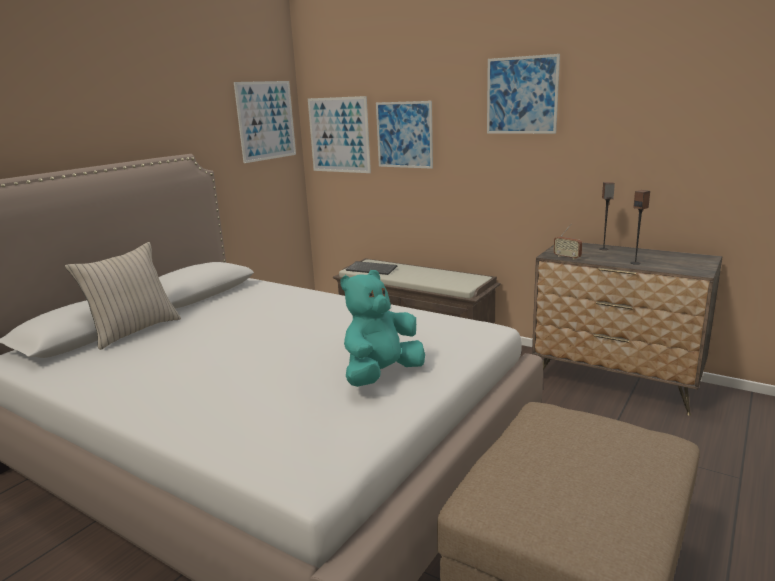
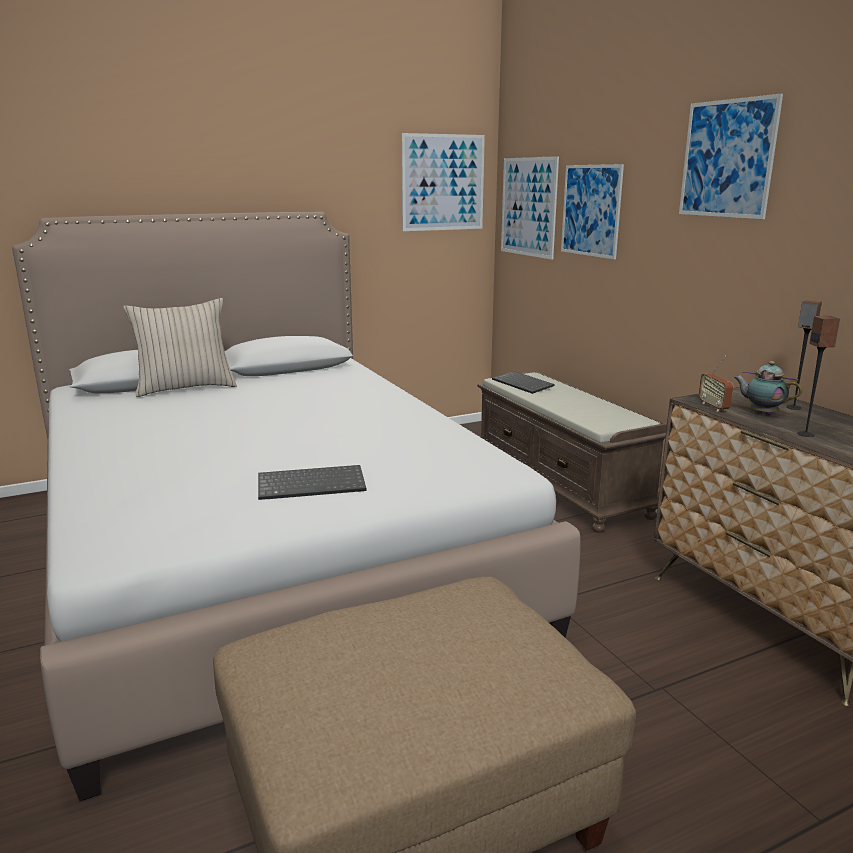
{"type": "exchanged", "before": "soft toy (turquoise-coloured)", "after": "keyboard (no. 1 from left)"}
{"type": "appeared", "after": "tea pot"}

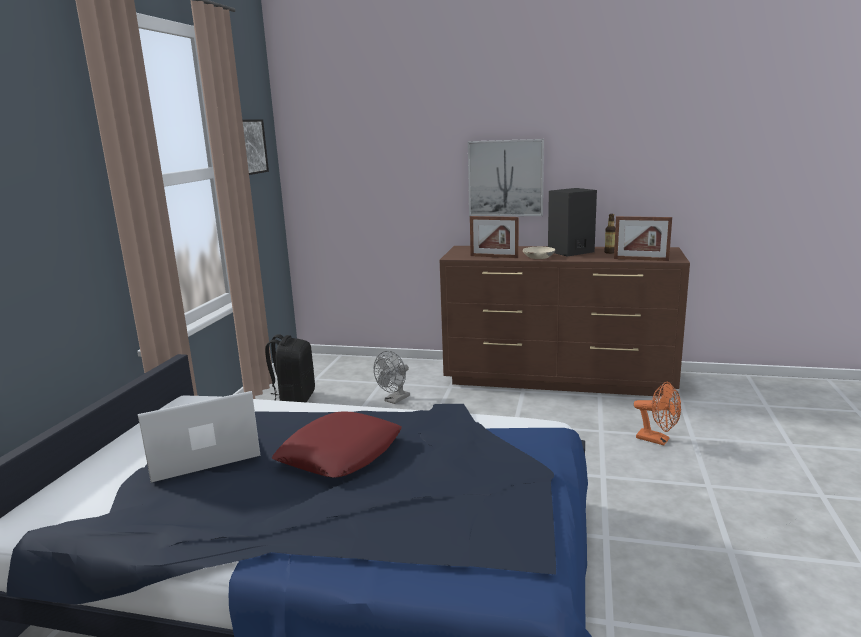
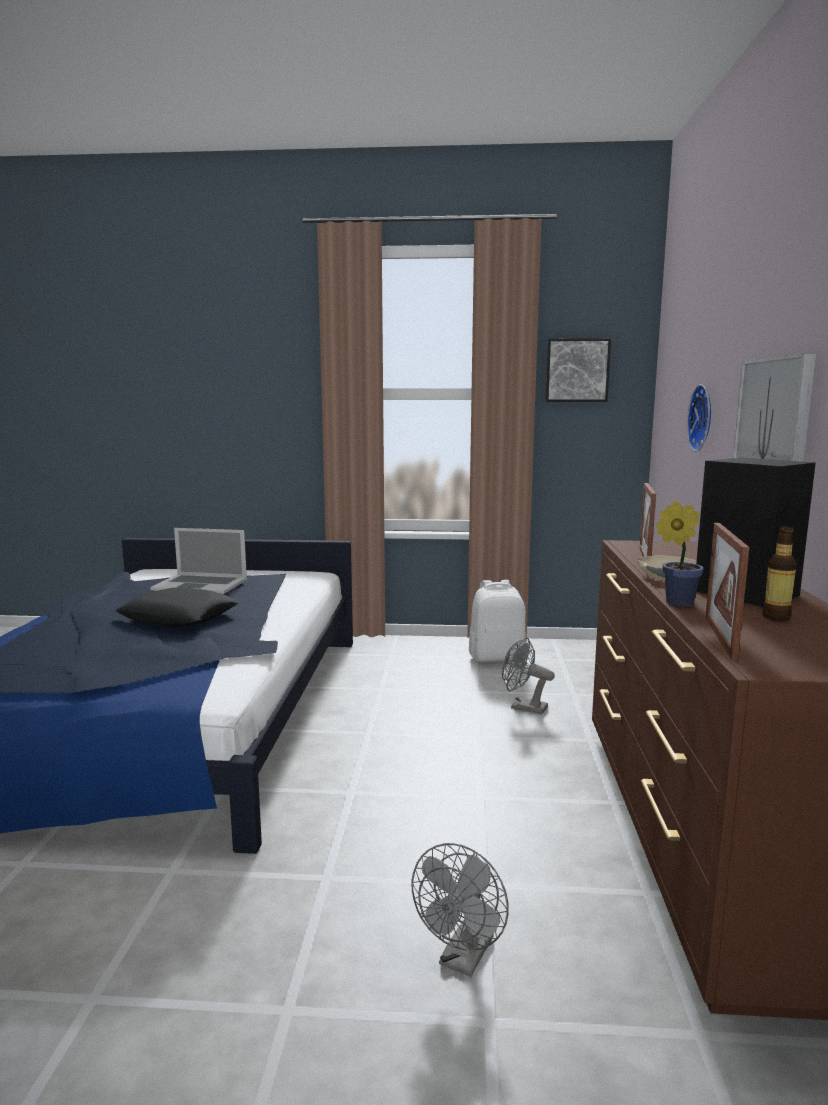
{"type": "colour", "before": "pillow (red)", "after": "pillow (blackish)"}
{"type": "spun", "before": "notebook computer", "turn": 135}
{"type": "colour", "before": "electric fan (orange)", "after": "electric fan (greyish) (no. 1 from left)"}
{"type": "colour", "before": "rucksack (blackish)", "after": "rucksack (white-coloured)"}
{"type": "appeared", "after": "houseplant"}
{"type": "appeared", "after": "hanging clock"}

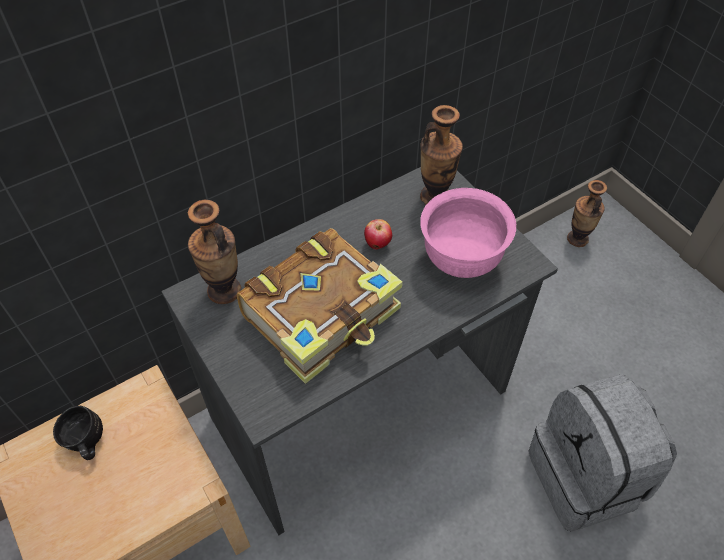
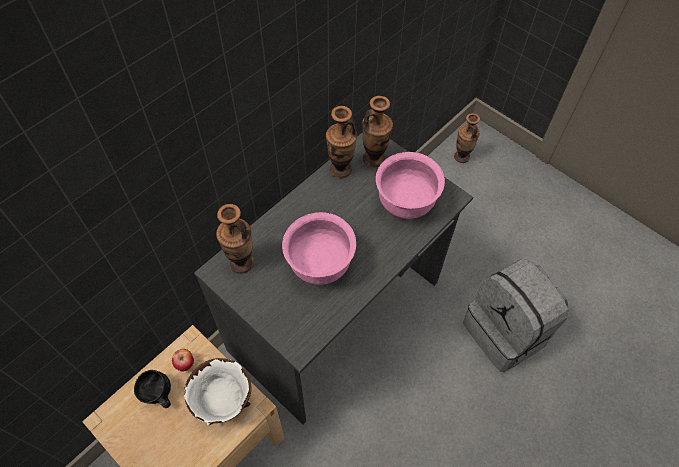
{"type": "relocated", "before": "apple"}
{"type": "appeared", "after": "bowl (white-coloured)"}
{"type": "exchanged", "before": "book", "after": "bowl (pinkish) (no. 1 from left)"}
{"type": "appeared", "after": "vase (no. 2 from left)"}

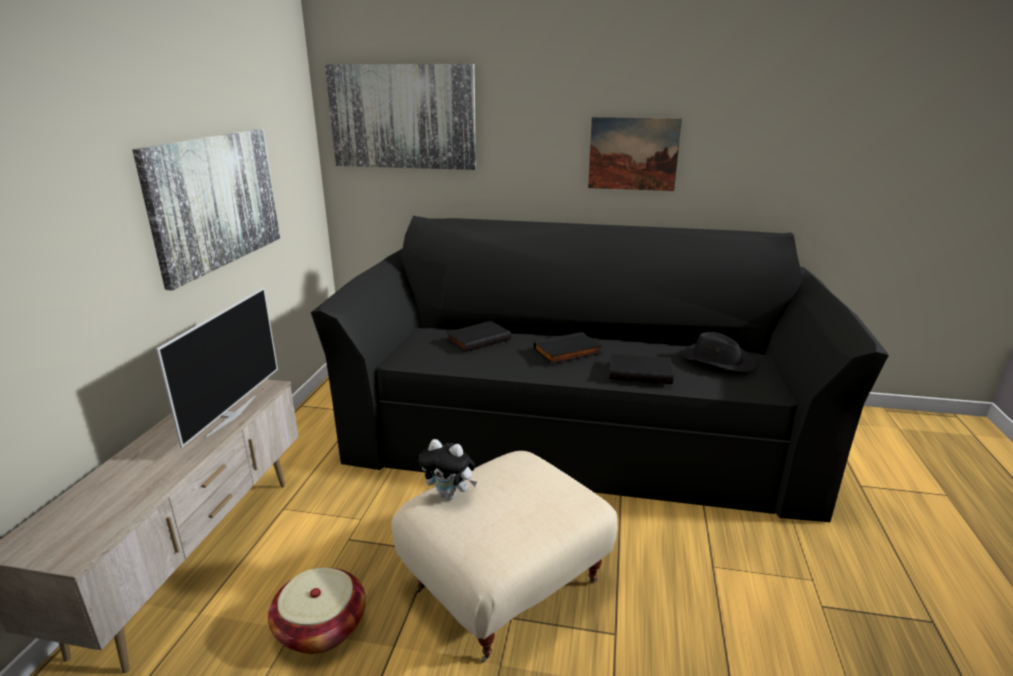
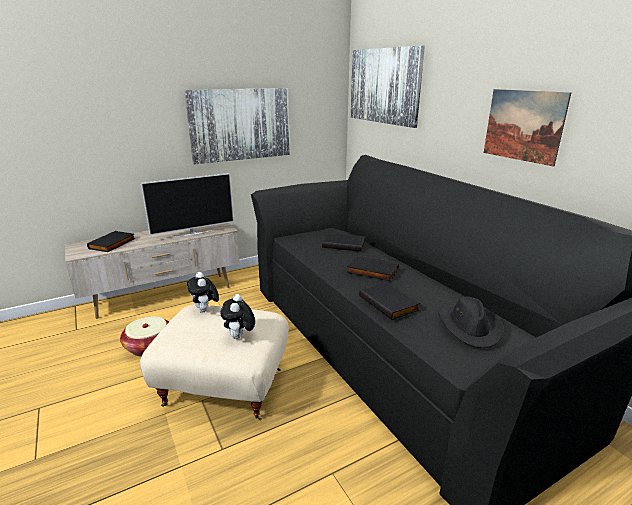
{"type": "appeared", "after": "book (blackish) (no. 1 from left)"}
{"type": "appeared", "after": "soft toy (no. 2 from left)"}

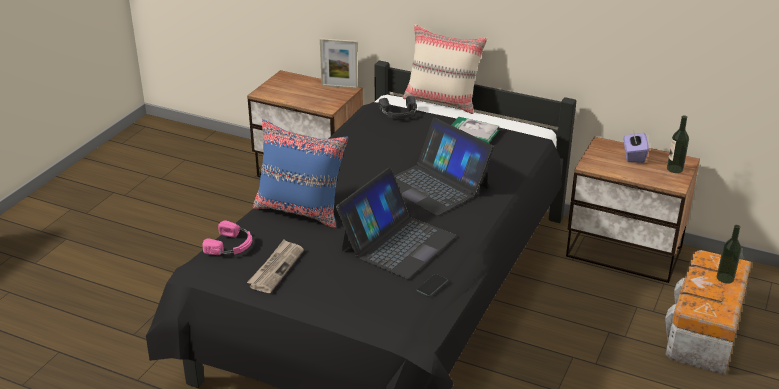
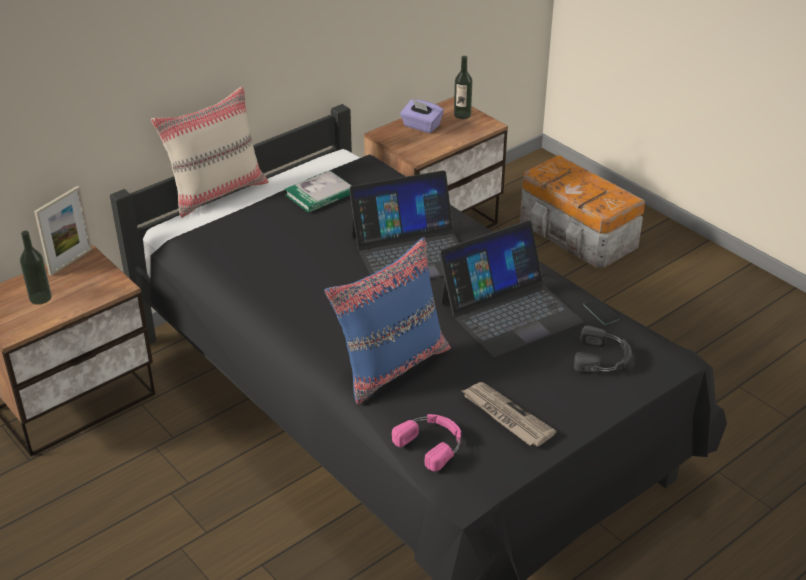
{"type": "relocated", "before": "beverage bottle (no. 2 from left in the first image)", "after": "beverage bottle (no. 1 from left)"}
{"type": "spun", "before": "notebook computer (no. 1 from left in the first image)", "turn": 90}
{"type": "relocated", "before": "pair of headphones (blackish)"}

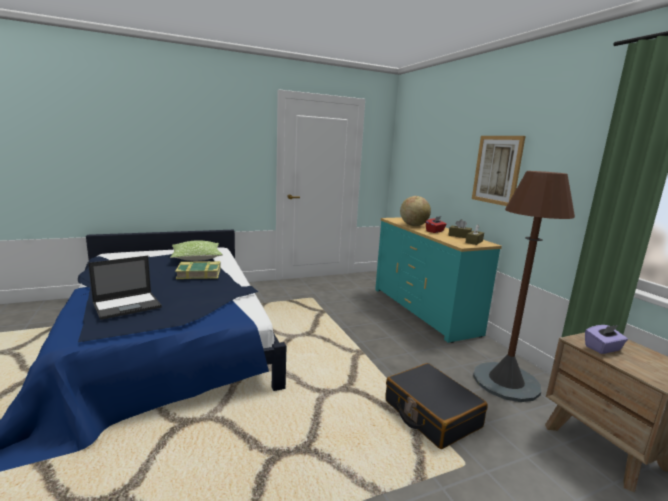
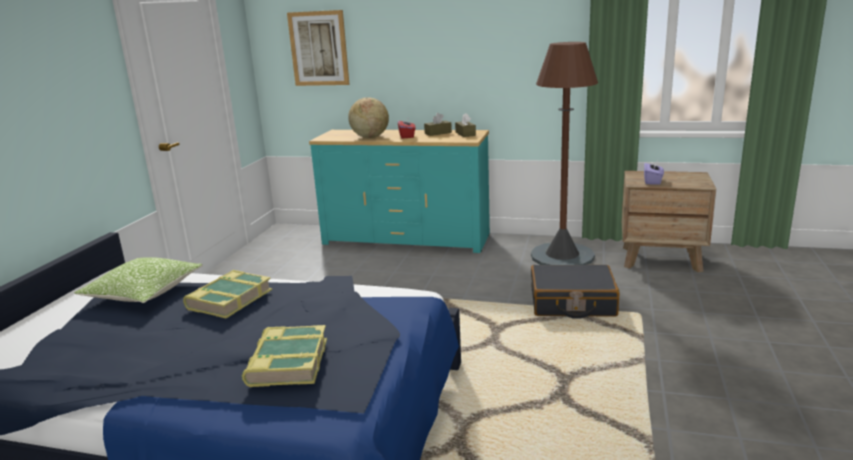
{"type": "exchanged", "before": "notebook computer", "after": "book (no. 2 from left)"}
{"type": "relocated", "before": "wall art"}

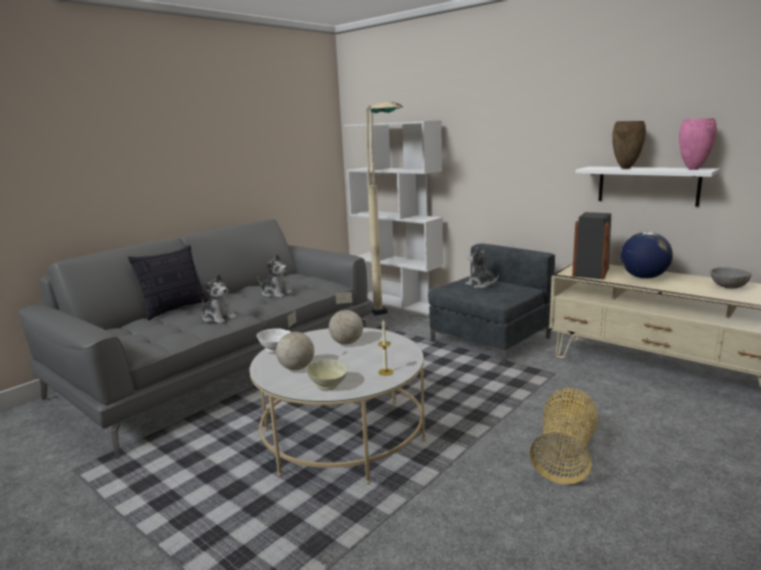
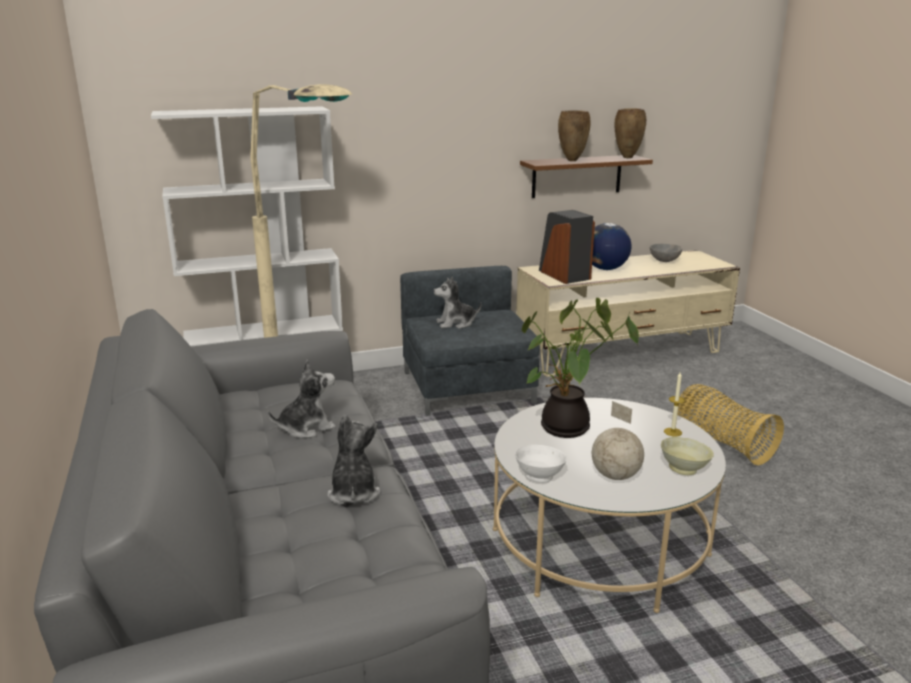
{"type": "spun", "before": "soft toy (no. 1 from left in the first image)", "turn": -75}
{"type": "colour", "before": "bracket shelf (white-coloured)", "after": "bracket shelf (brownish)"}
{"type": "exchanged", "before": "desk globe (no. 2 from left)", "after": "houseplant"}
{"type": "colour", "before": "vase (pinkish)", "after": "vase (brownish) (no. 2 from left)"}
{"type": "missing", "before": "pillow"}

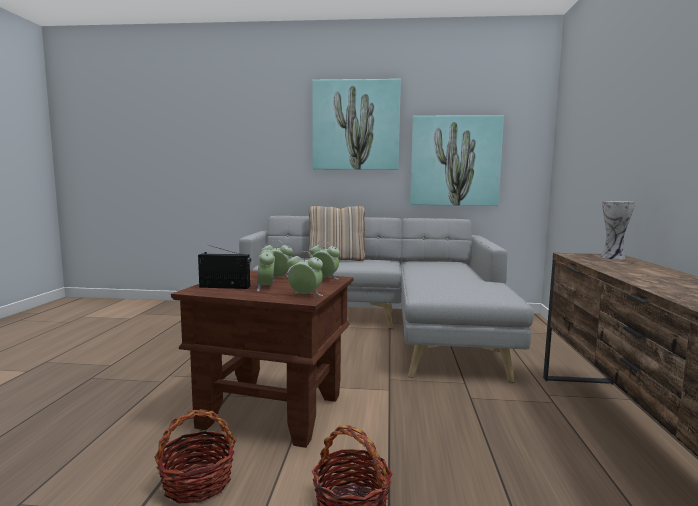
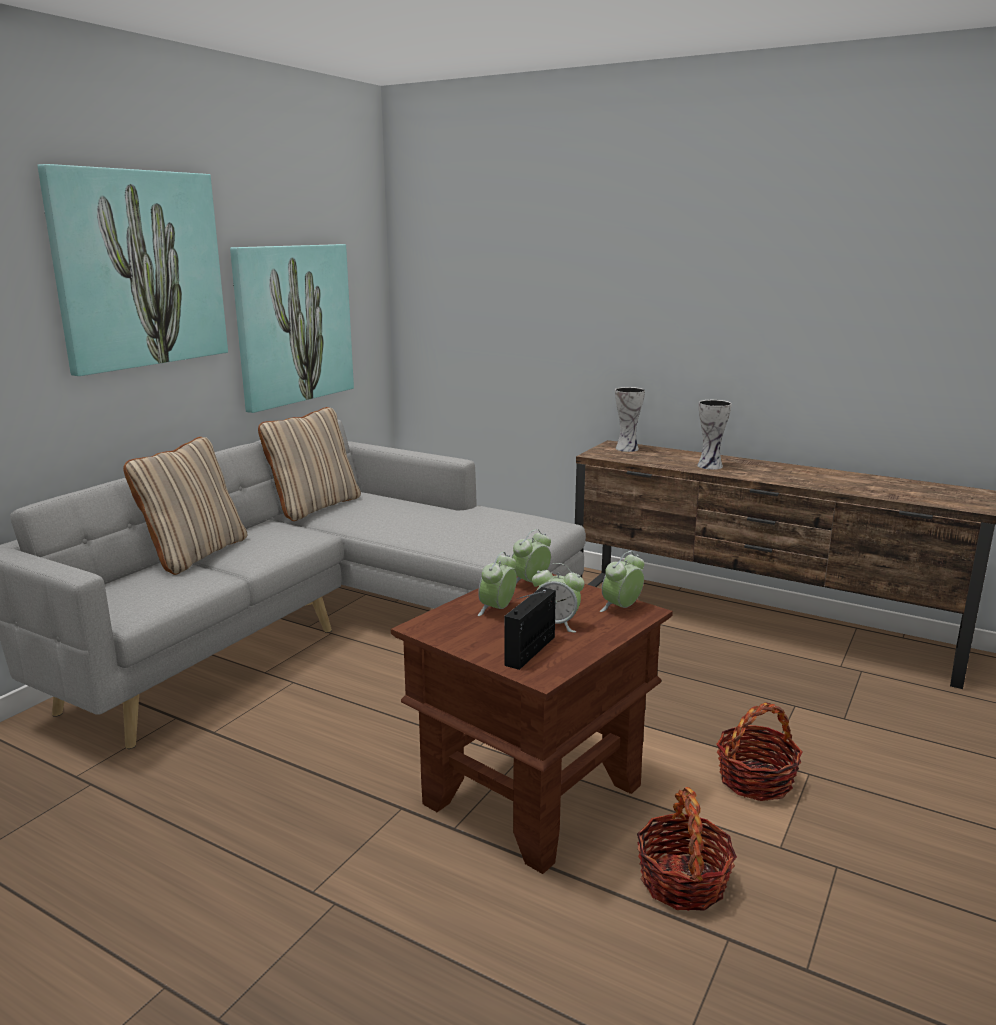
{"type": "appeared", "after": "pillow (beige) (no. 2 from left)"}
{"type": "appeared", "after": "vase (no. 2 from left)"}

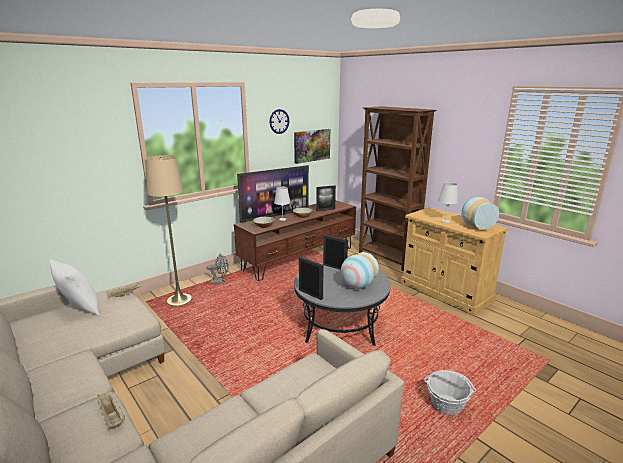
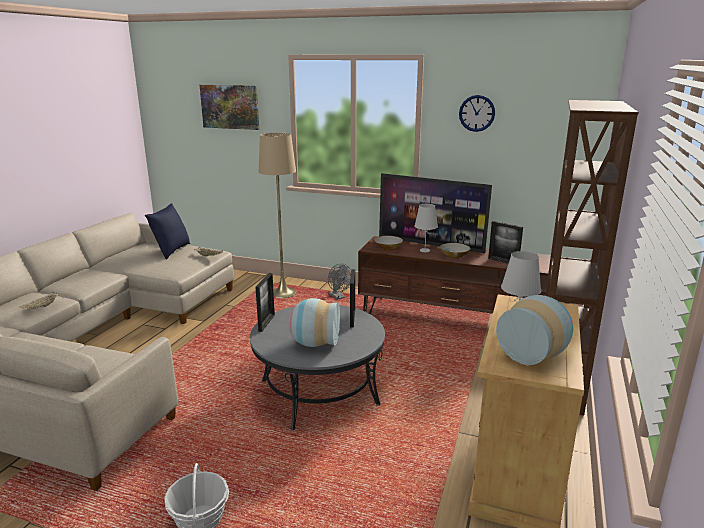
{"type": "colour", "before": "pillow (white-coloured)", "after": "pillow (blue)"}
{"type": "relocated", "before": "wall art"}

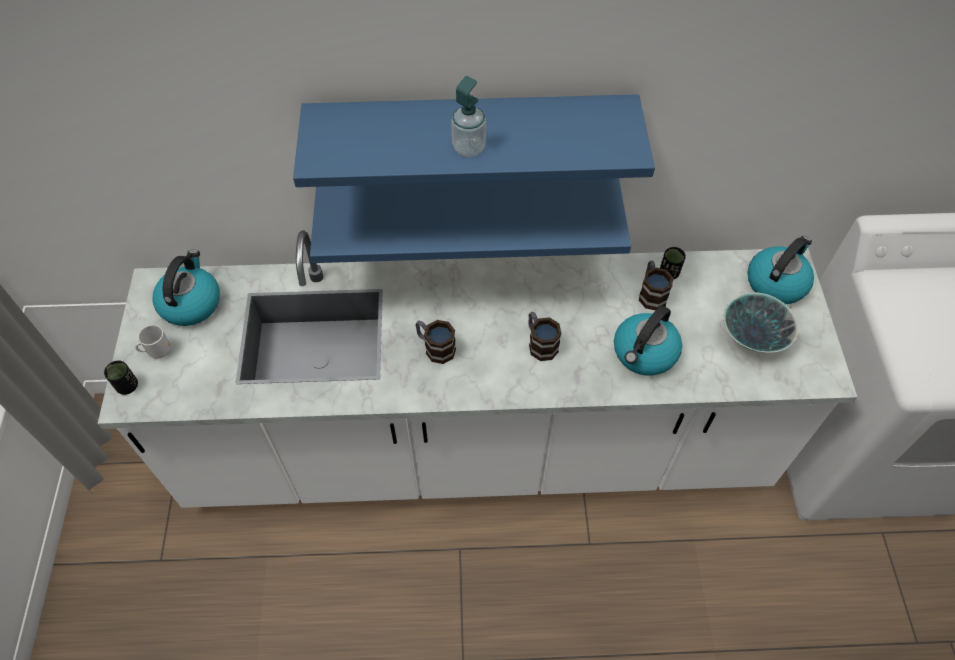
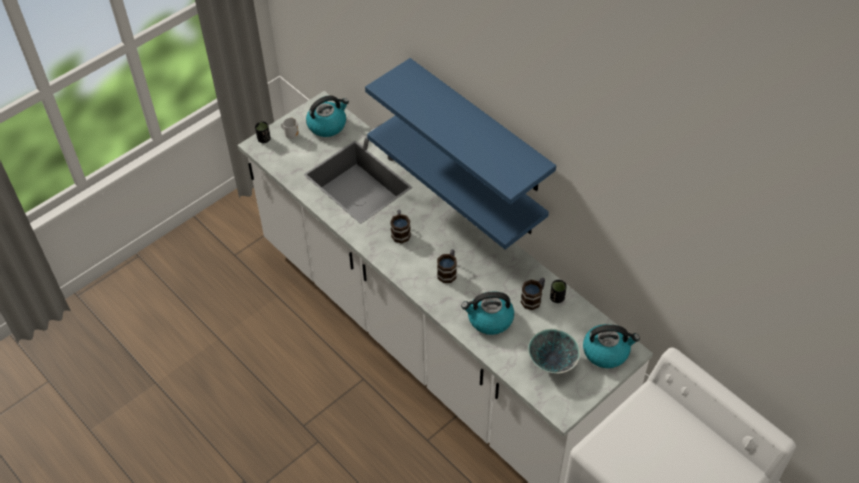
{"type": "missing", "before": "soap dispenser"}

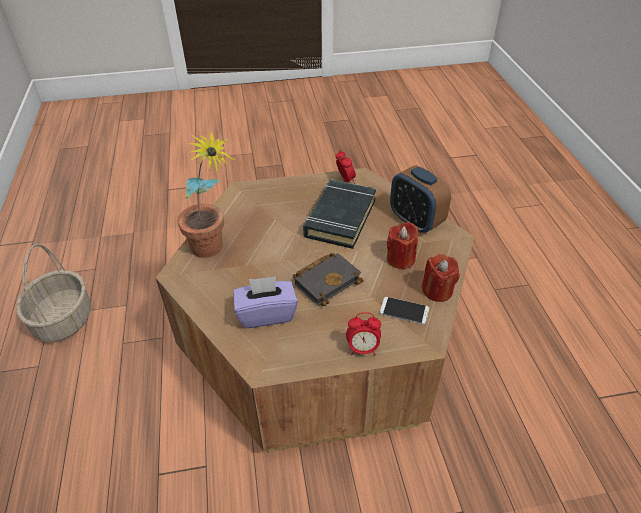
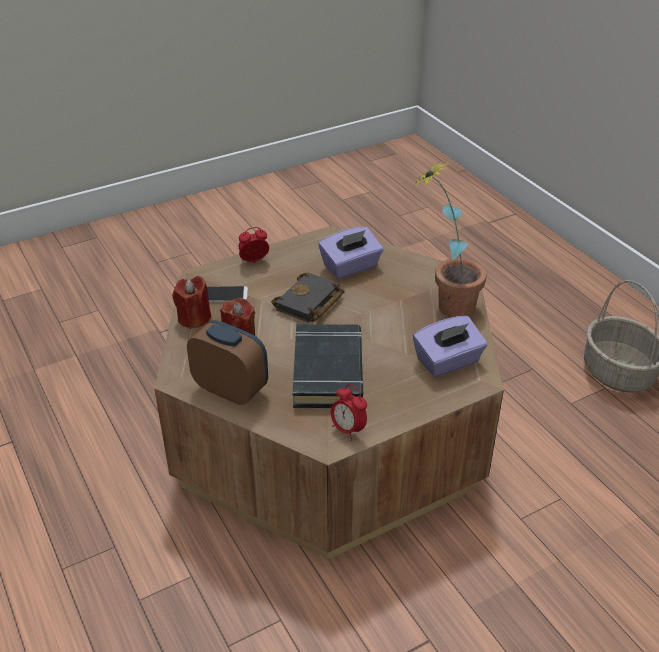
{"type": "appeared", "after": "tissue box (purple) (no. 2 from left)"}

